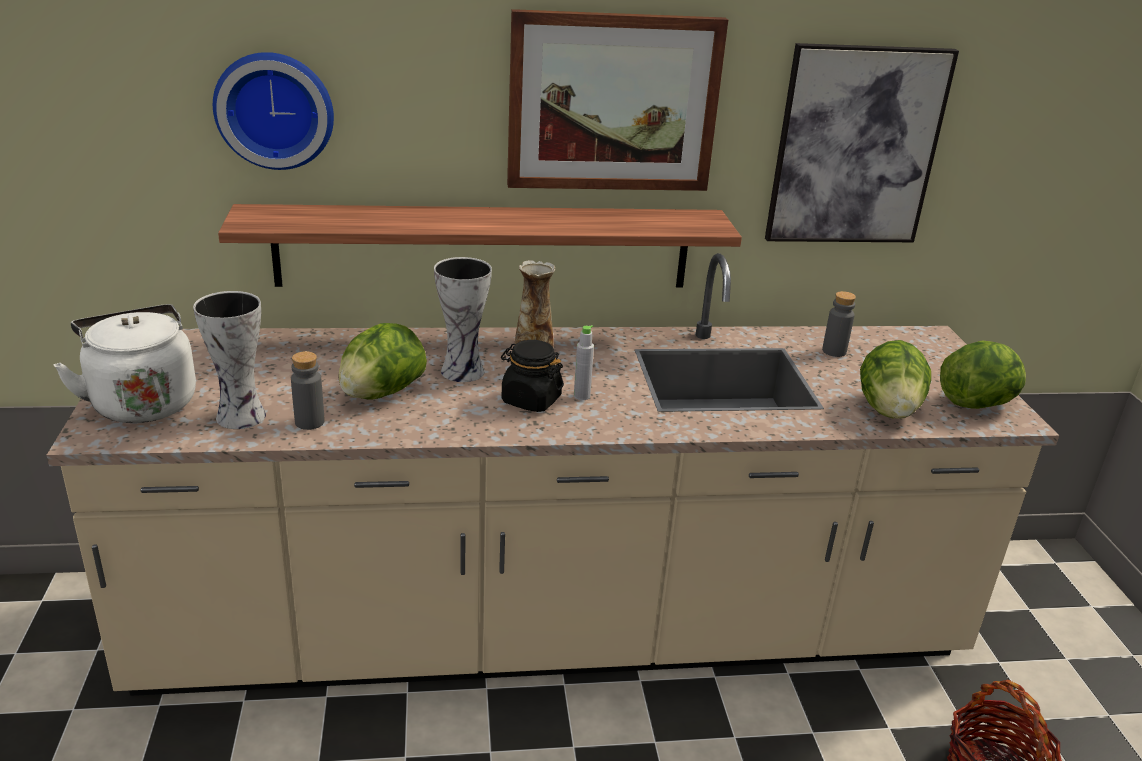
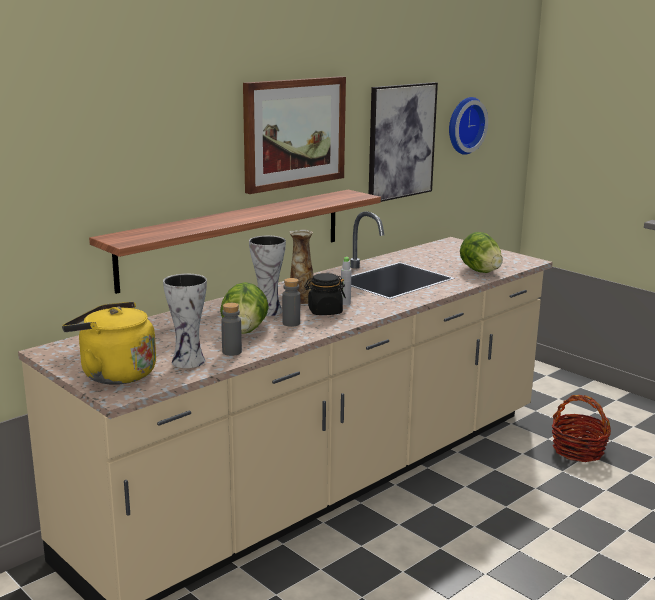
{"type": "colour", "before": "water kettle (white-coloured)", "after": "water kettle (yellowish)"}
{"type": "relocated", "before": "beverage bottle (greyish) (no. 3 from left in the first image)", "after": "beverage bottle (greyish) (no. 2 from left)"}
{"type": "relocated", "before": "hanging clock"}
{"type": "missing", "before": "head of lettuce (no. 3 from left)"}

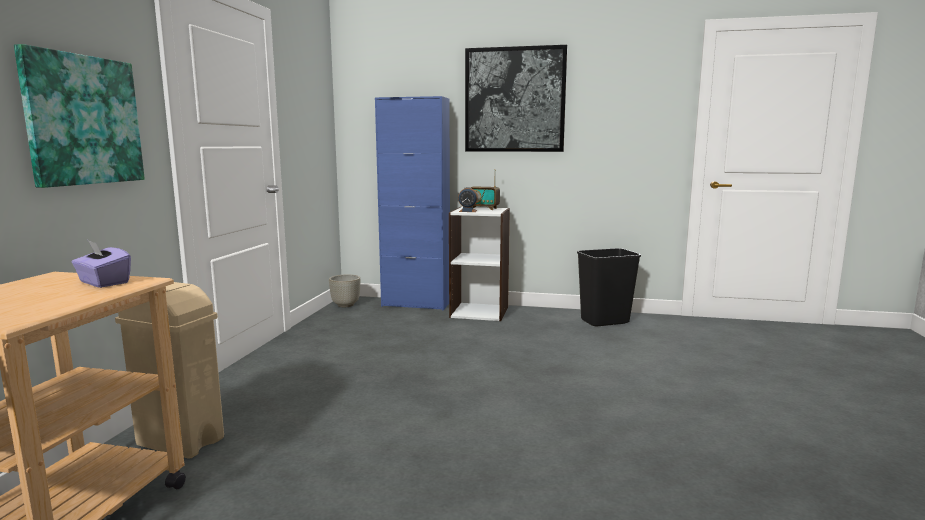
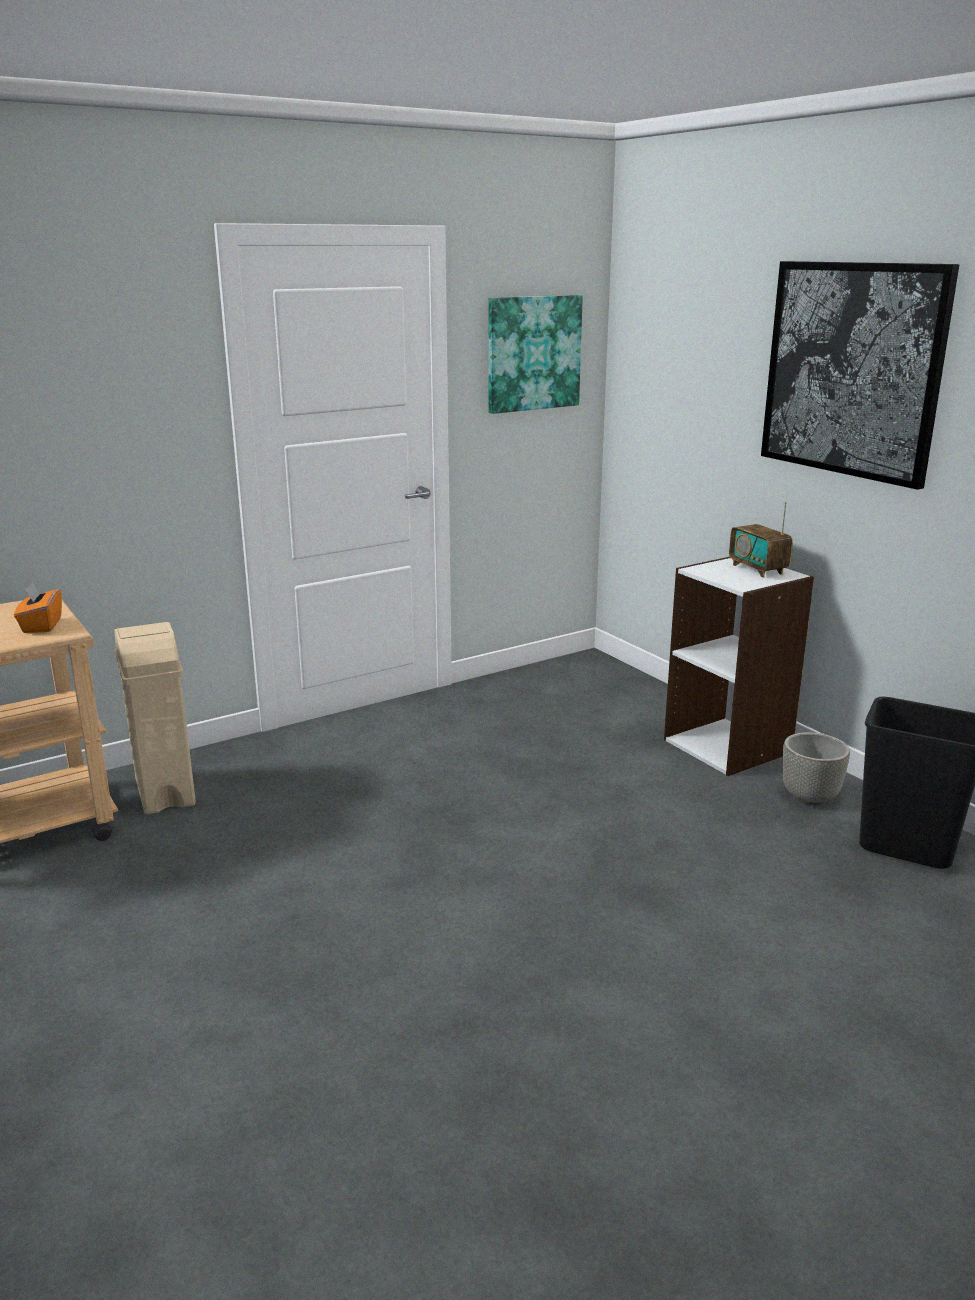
{"type": "colour", "before": "tissue box (purple)", "after": "tissue box (orange)"}
{"type": "relocated", "before": "wall art (no. 1 from left)"}
{"type": "relocated", "before": "planter (greyish)"}
{"type": "missing", "before": "cupboard (blue)"}
{"type": "missing", "before": "bedside clock"}

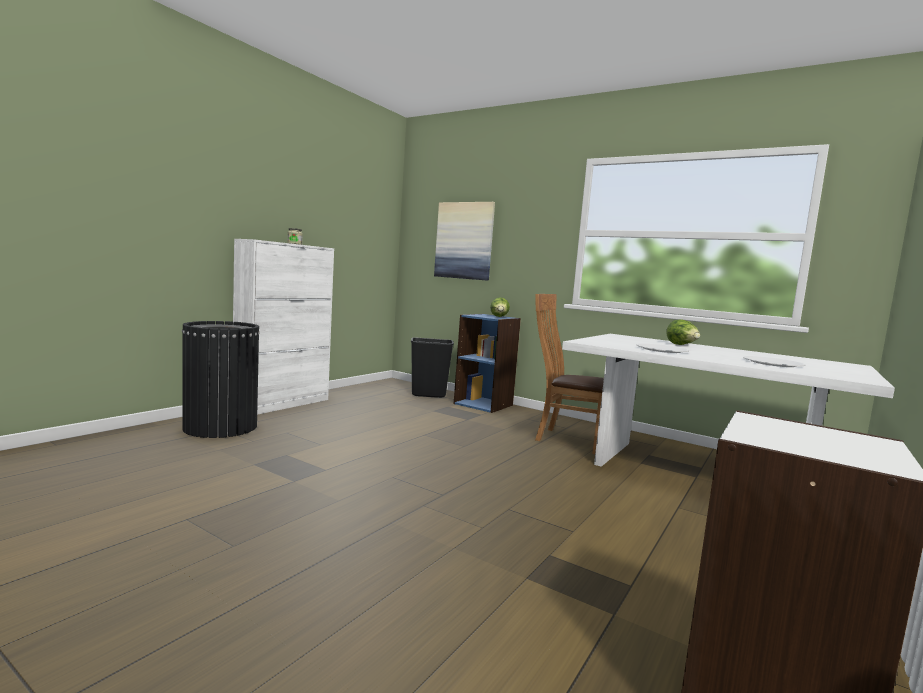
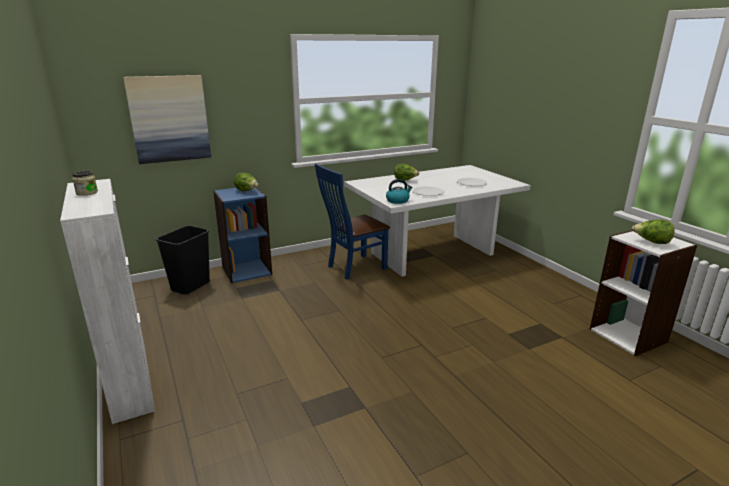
{"type": "colour", "before": "upright chair (brownish)", "after": "upright chair (blue)"}
{"type": "appeared", "after": "water kettle"}
{"type": "appeared", "after": "head of lettuce (no. 3 from left)"}
{"type": "missing", "before": "rubbish bin (blackish) (no. 1 from left)"}

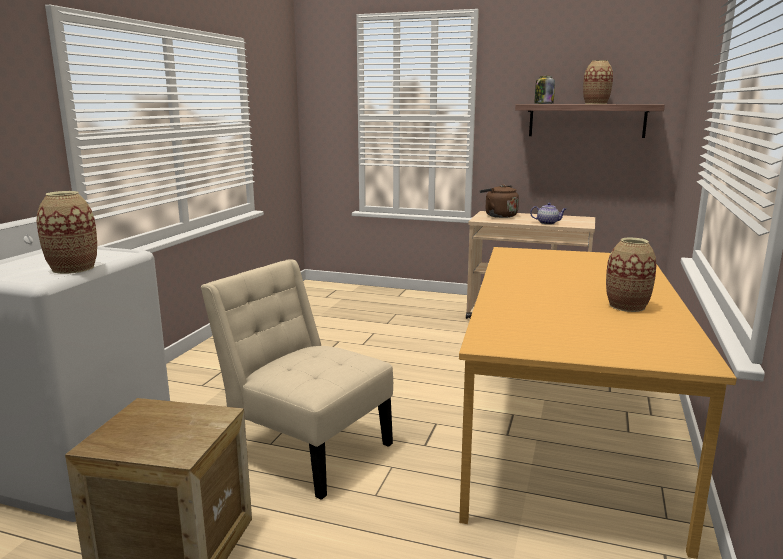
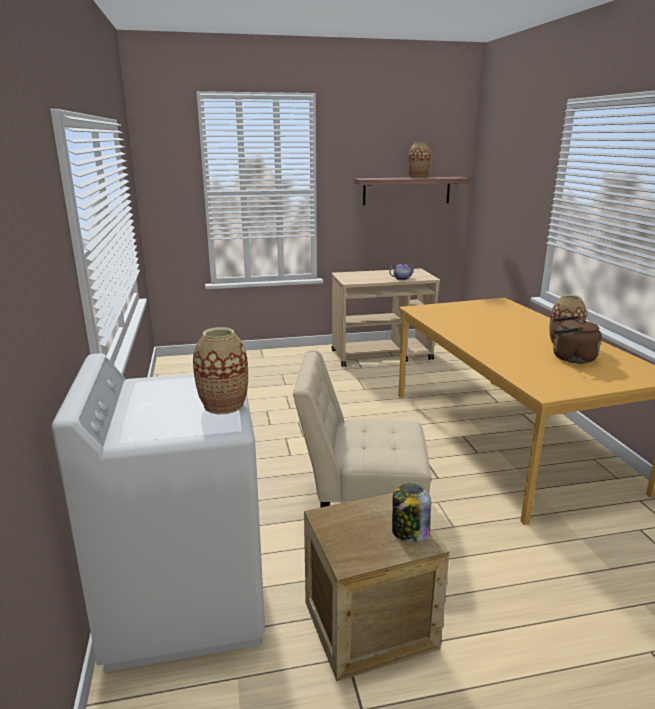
{"type": "relocated", "before": "preserve jar"}
{"type": "relocated", "before": "water kettle (brownish)"}

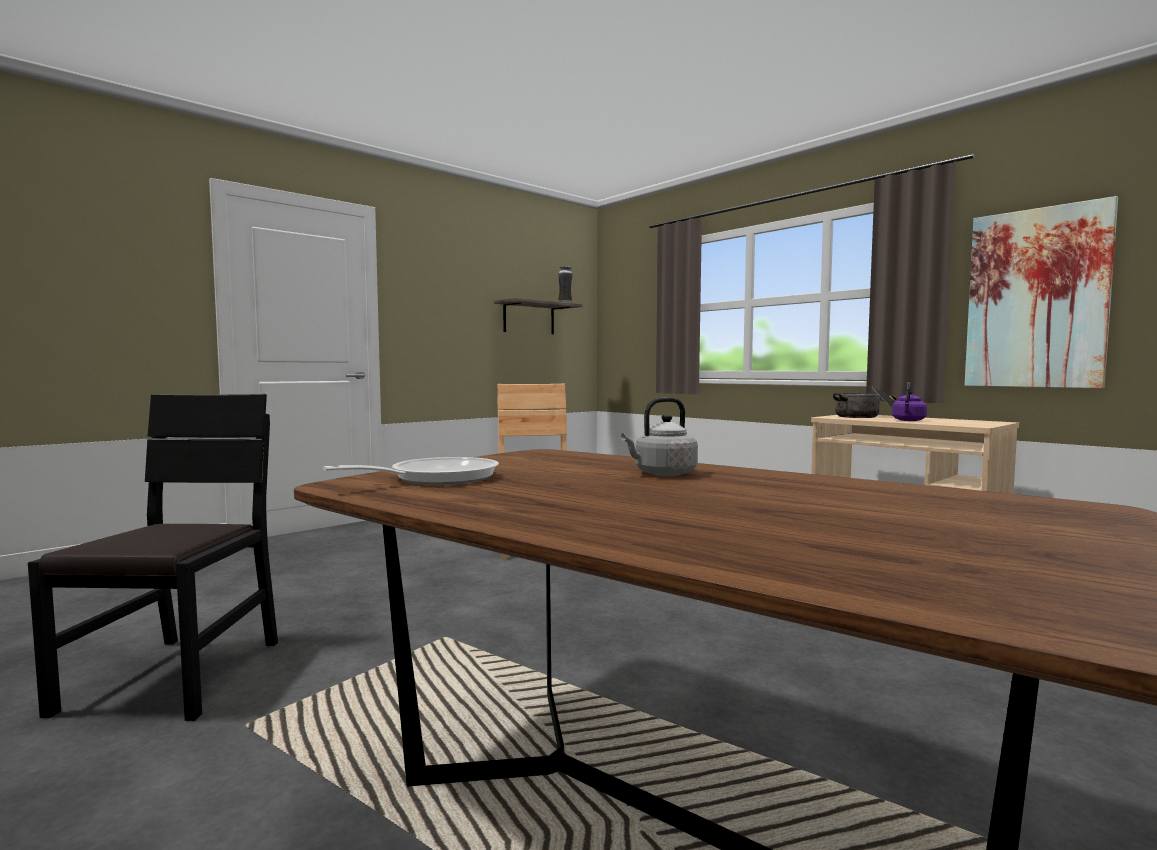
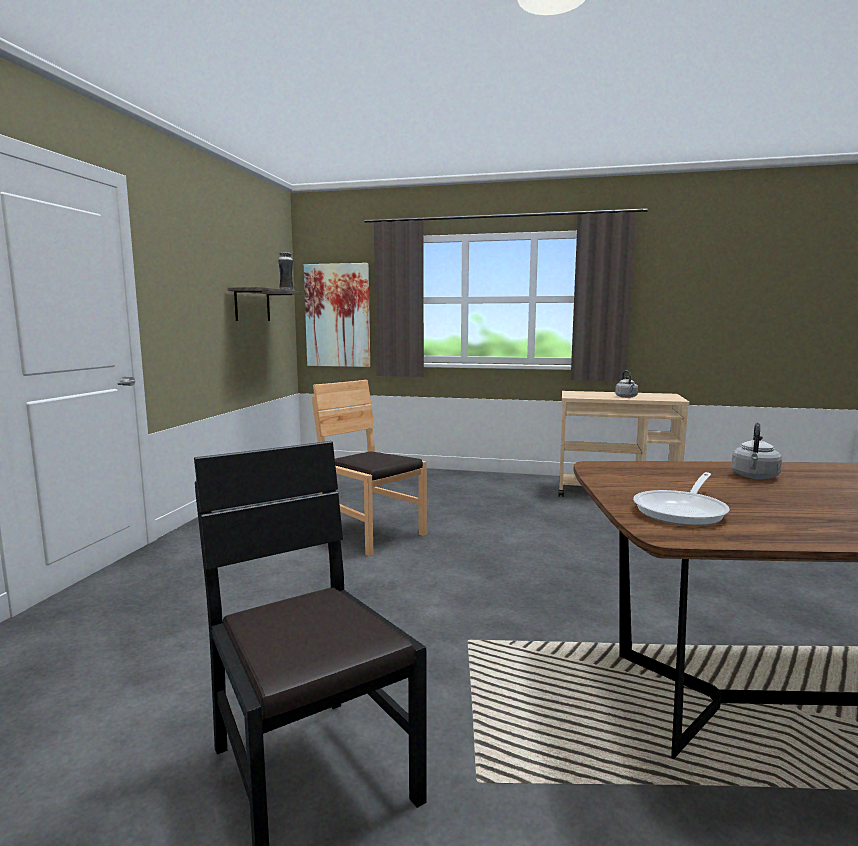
{"type": "relocated", "before": "wall art"}
{"type": "colour", "before": "water kettle (purple)", "after": "water kettle (greyish) (no. 1 from left)"}
{"type": "spun", "before": "skillet", "turn": -150}
{"type": "missing", "before": "cooking pot"}

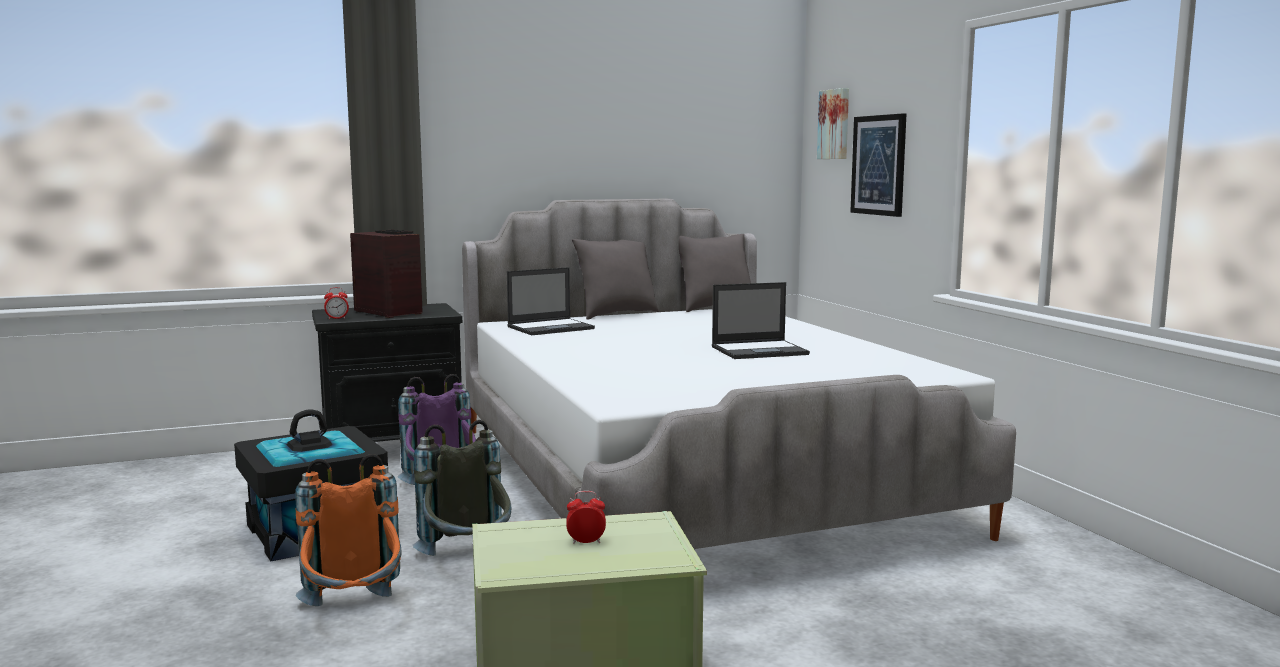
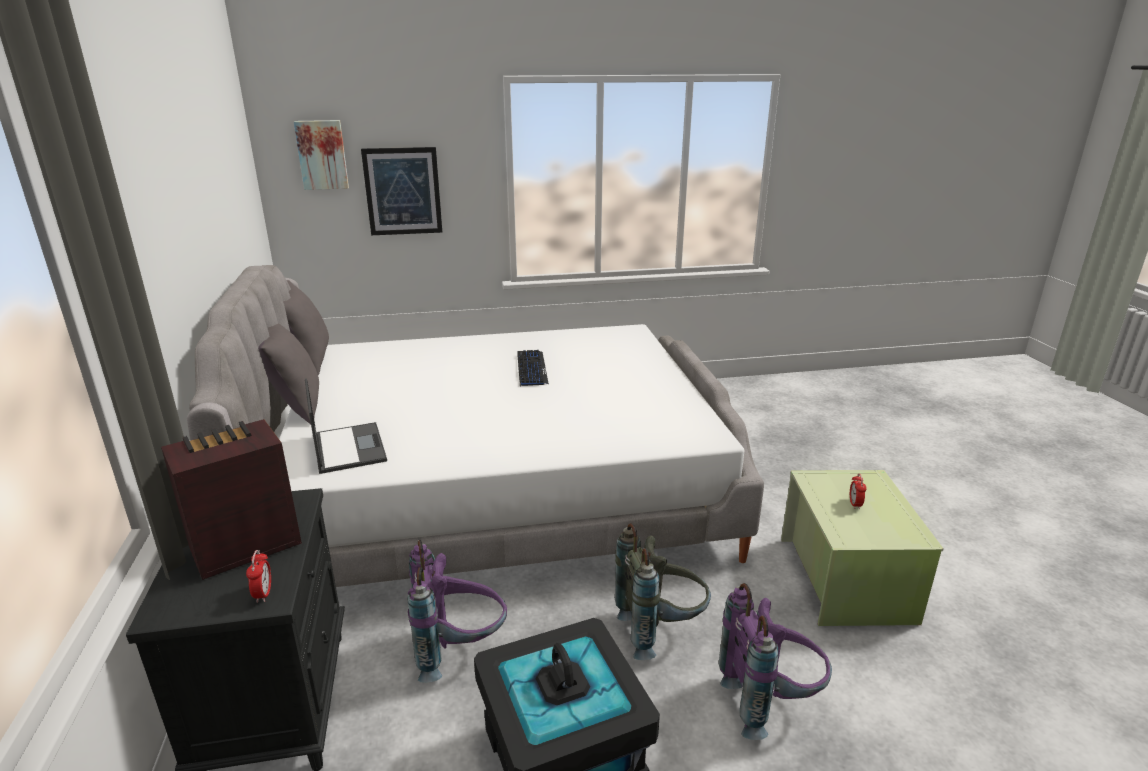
{"type": "exchanged", "before": "notebook computer (no. 2 from left)", "after": "keyboard"}
{"type": "colour", "before": "rucksack (orange)", "after": "rucksack (purple) (no. 2 from left)"}

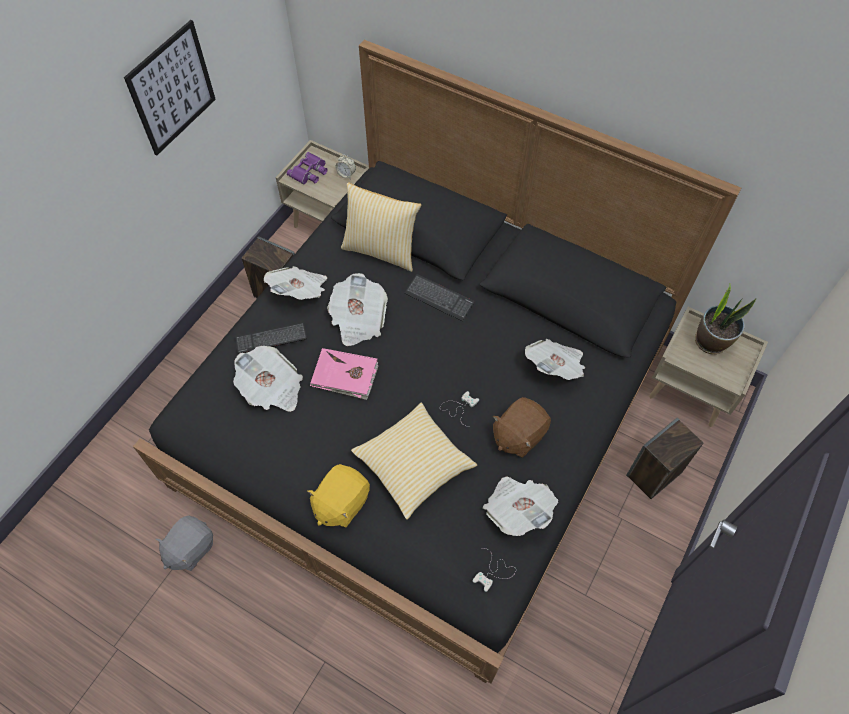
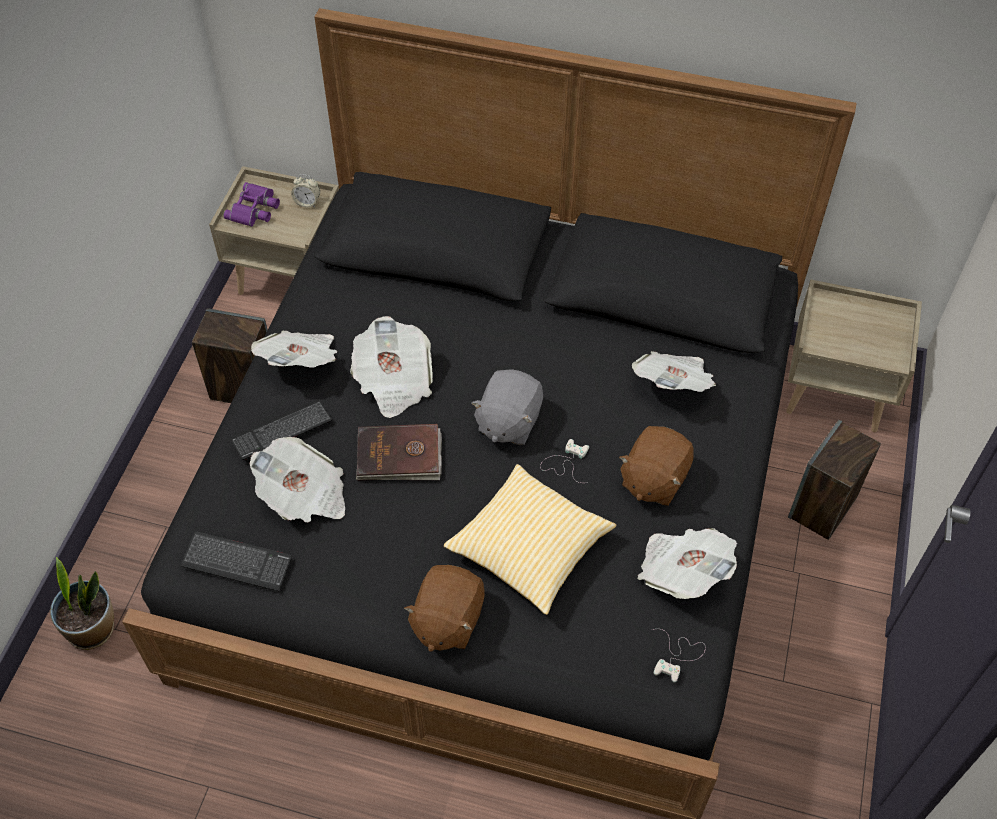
{"type": "relocated", "before": "houseplant"}
{"type": "relocated", "before": "keyboard (no. 2 from left in the first image)", "after": "keyboard (no. 1 from left)"}
{"type": "colour", "before": "book (pinkish)", "after": "book (brownish)"}
{"type": "colour", "before": "soft toy (yellowish)", "after": "soft toy (brownish) (no. 1 from left)"}
{"type": "relocated", "before": "soft toy (greyish)"}
{"type": "missing", "before": "wall art"}
{"type": "missing", "before": "pillow (no. 1 from left)"}

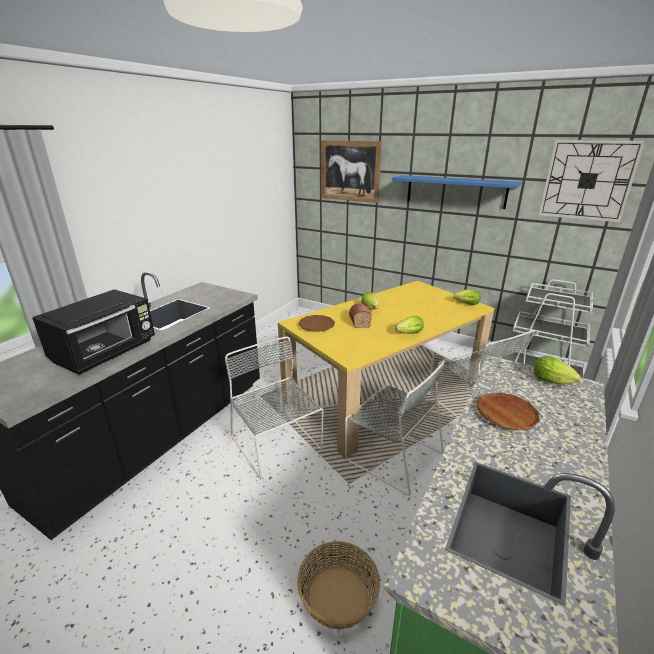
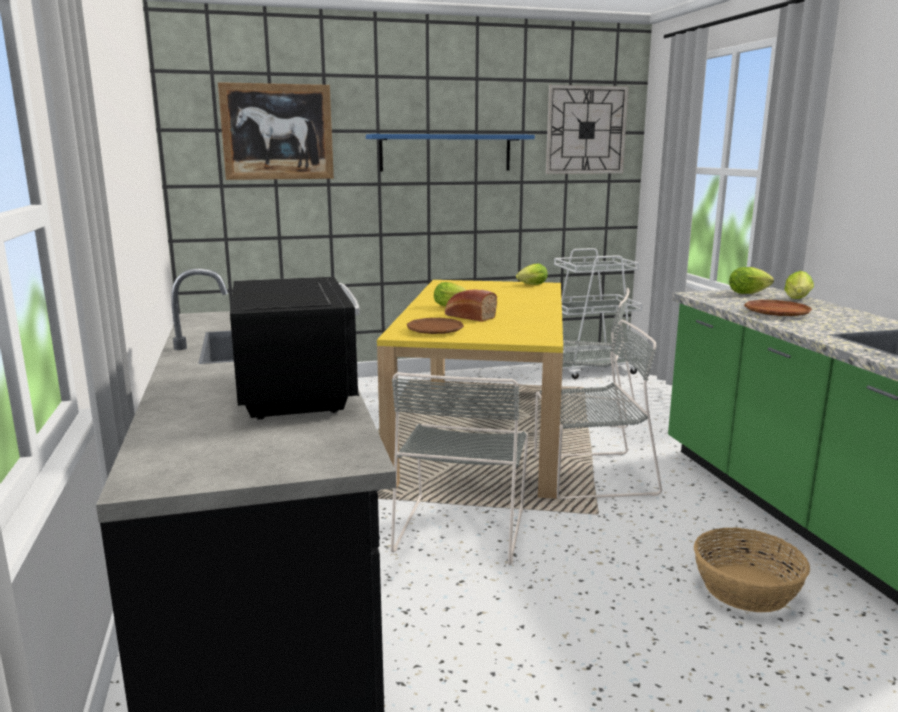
{"type": "spun", "before": "upright chair (greyish) (no. 1 from left)", "turn": -90}
{"type": "relocated", "before": "head of lettuce (no. 2 from left in the first image)", "after": "head of lettuce (no. 4 from left)"}

